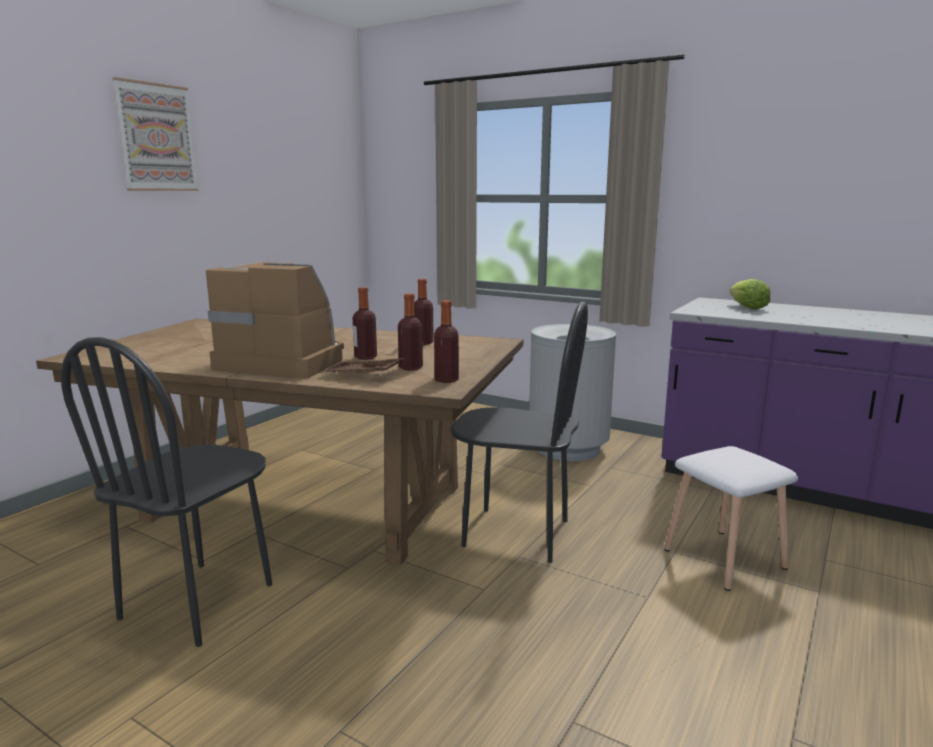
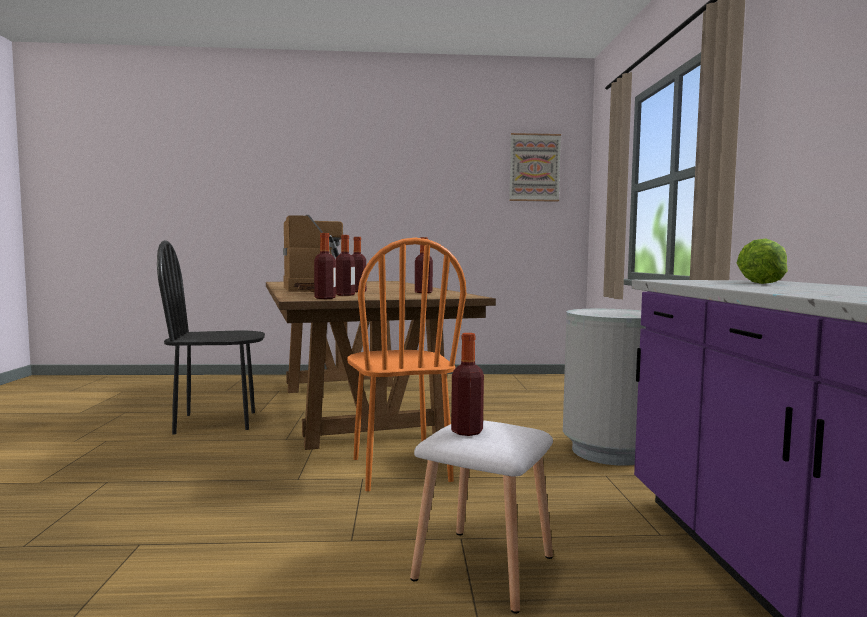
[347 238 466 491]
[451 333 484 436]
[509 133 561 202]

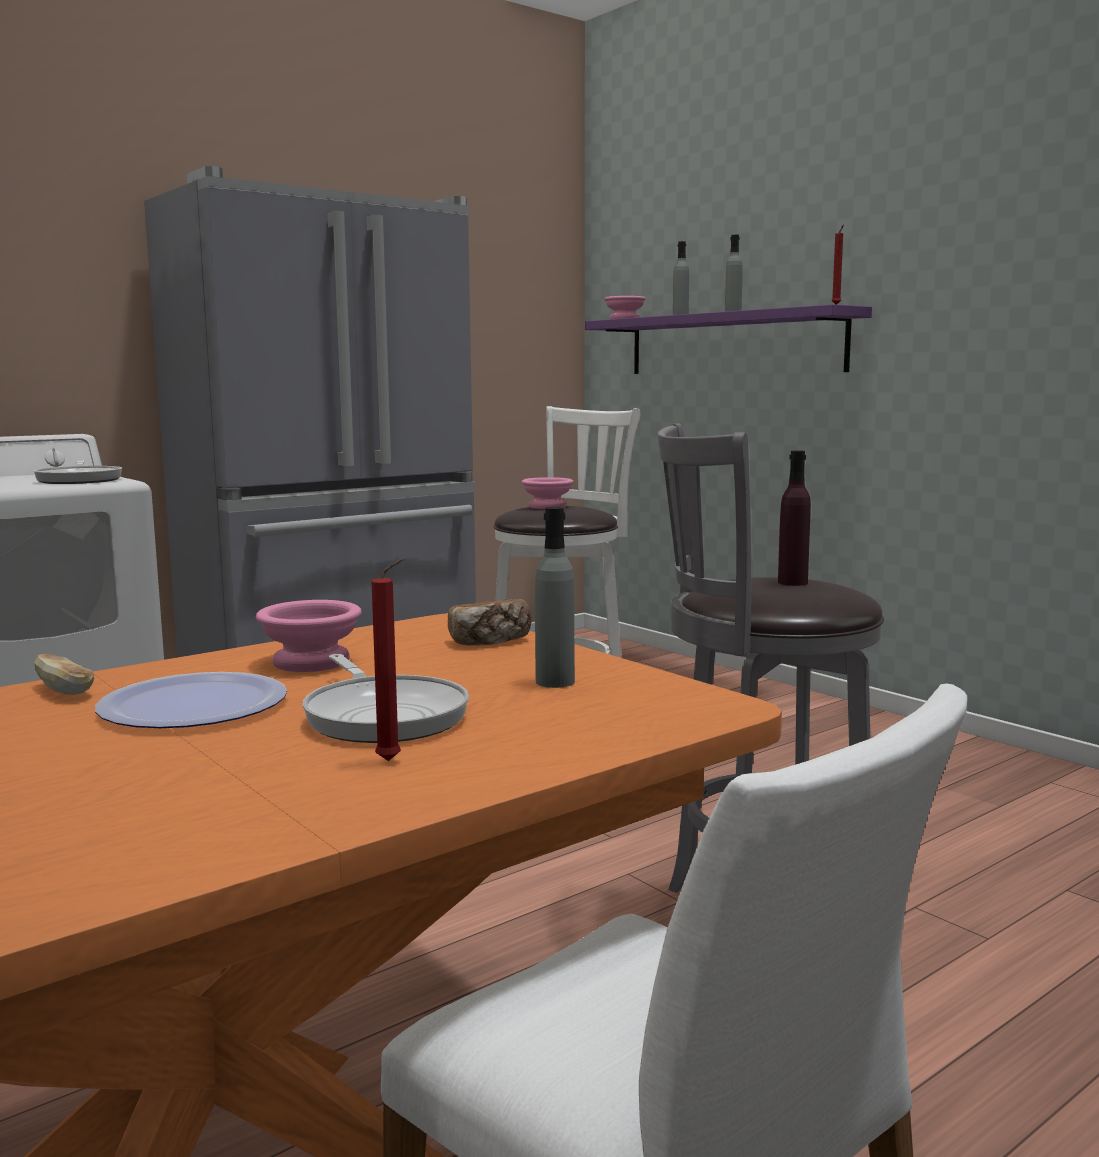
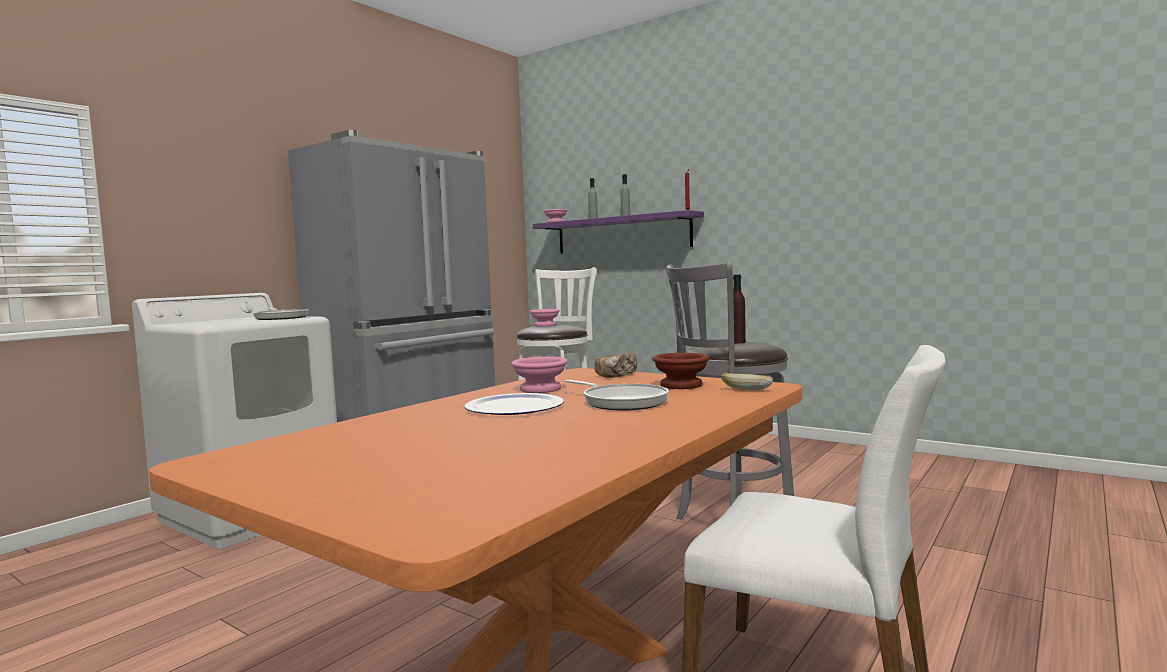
[652 353 710 389]
[721 373 773 391]
[371 559 404 761] (first image)

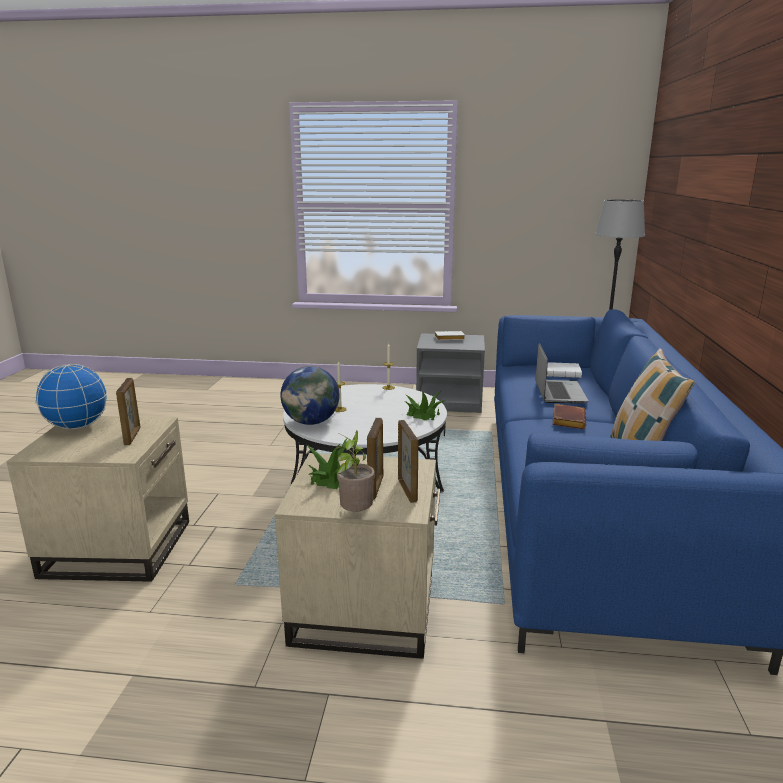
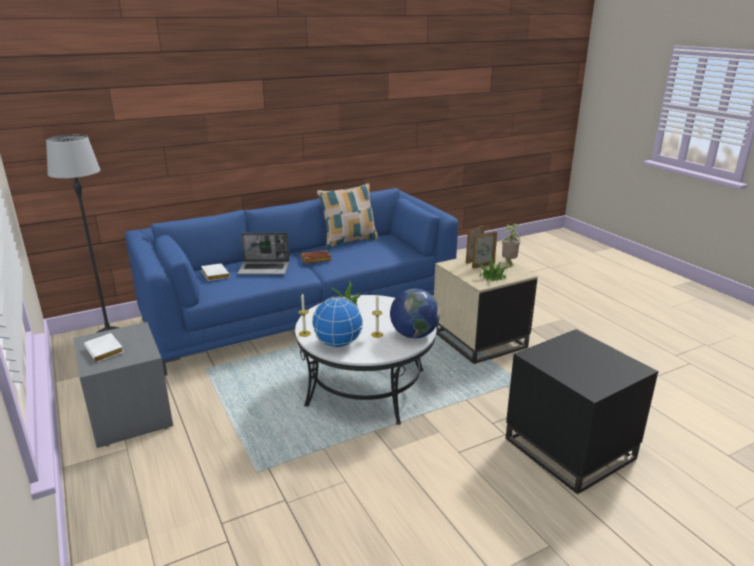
[238 233 289 275]
[312 297 363 348]
[506 329 659 494]
[116 378 141 445] (first image)

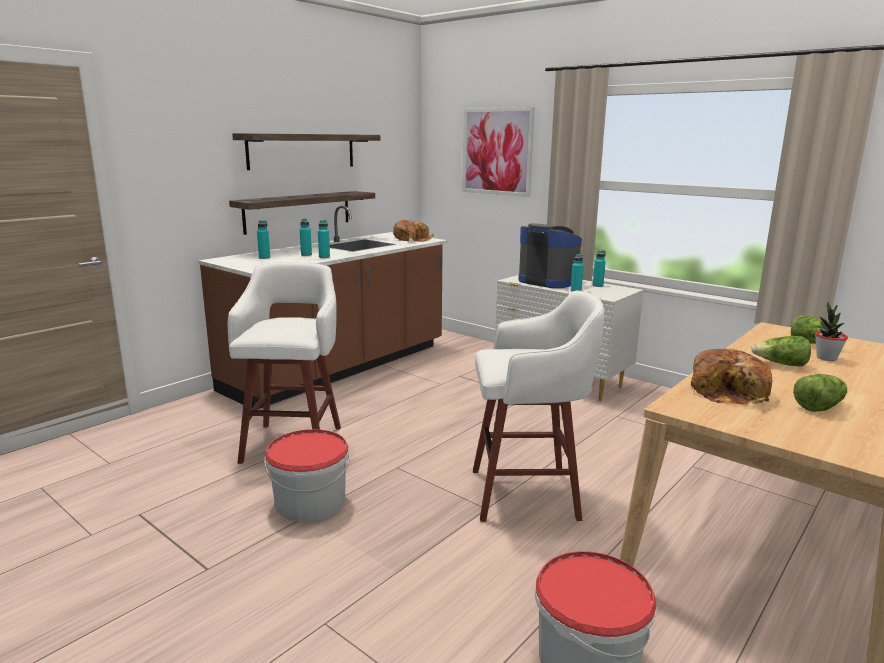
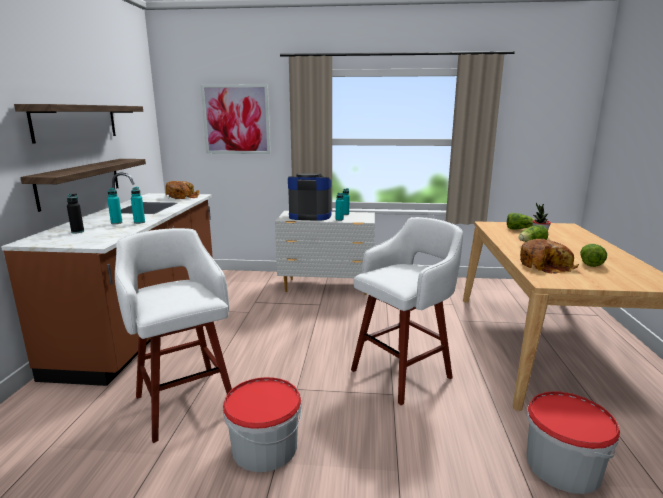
[67 194 84 233]

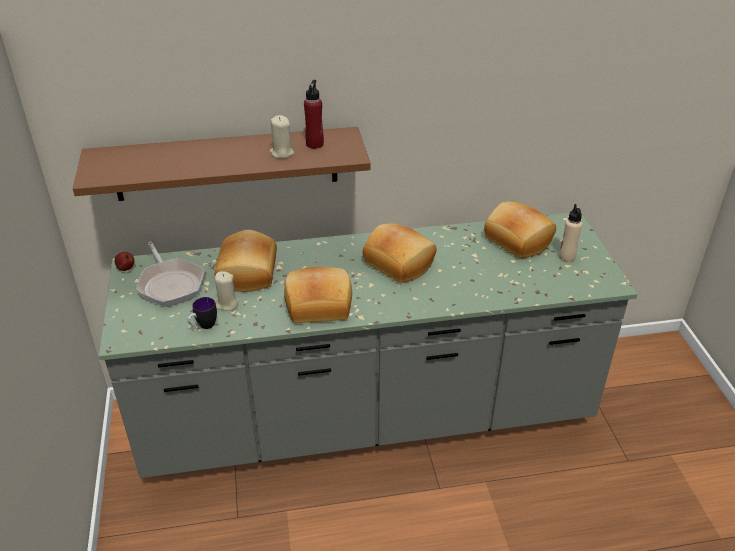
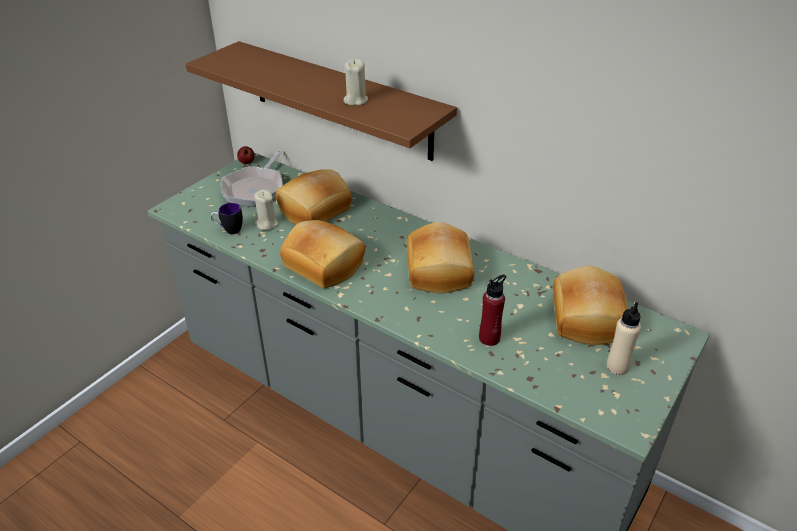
[479 275 506 346]

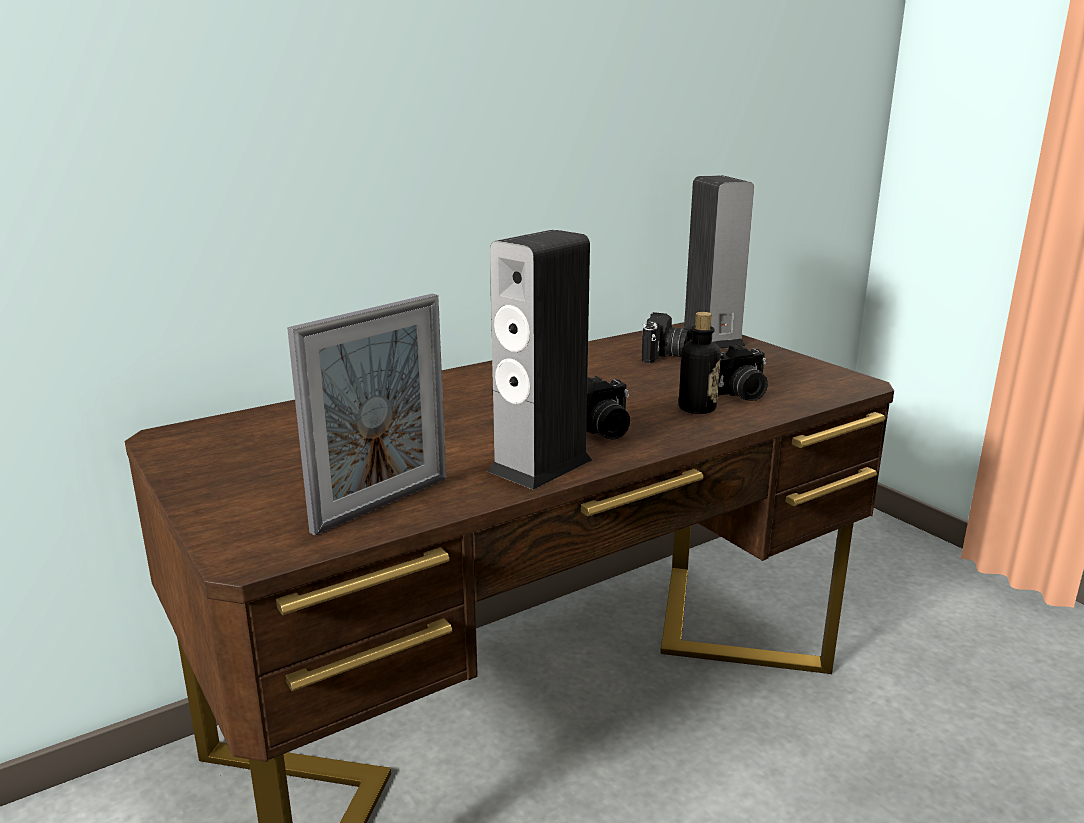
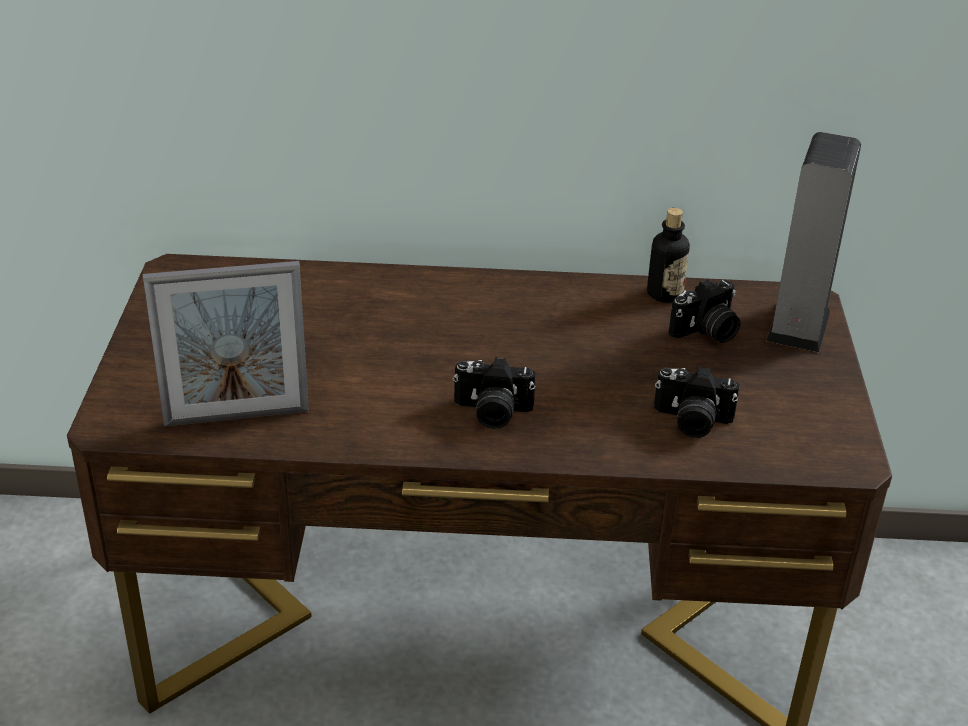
[647 208 690 303]
[488 230 592 490] (first image)

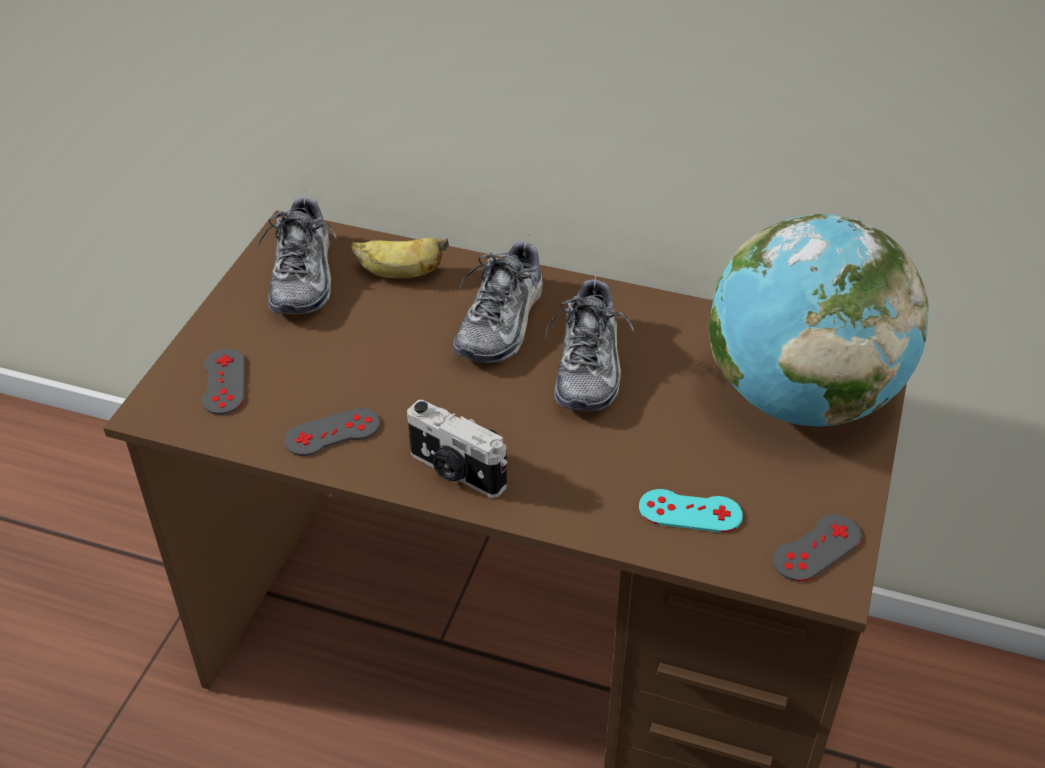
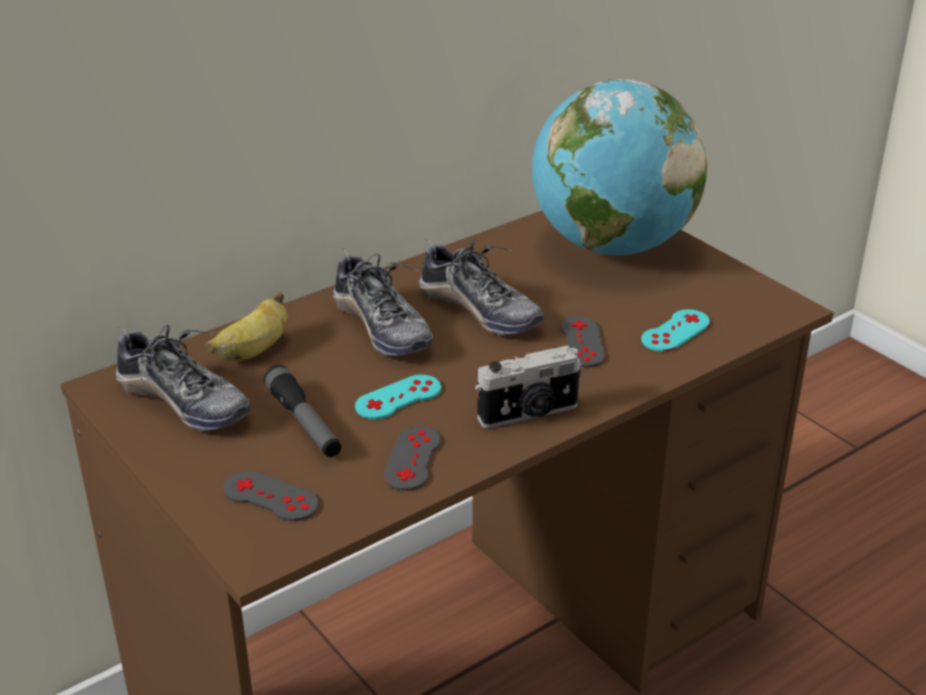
[263 365 341 457]
[355 375 441 419]
[560 316 606 367]

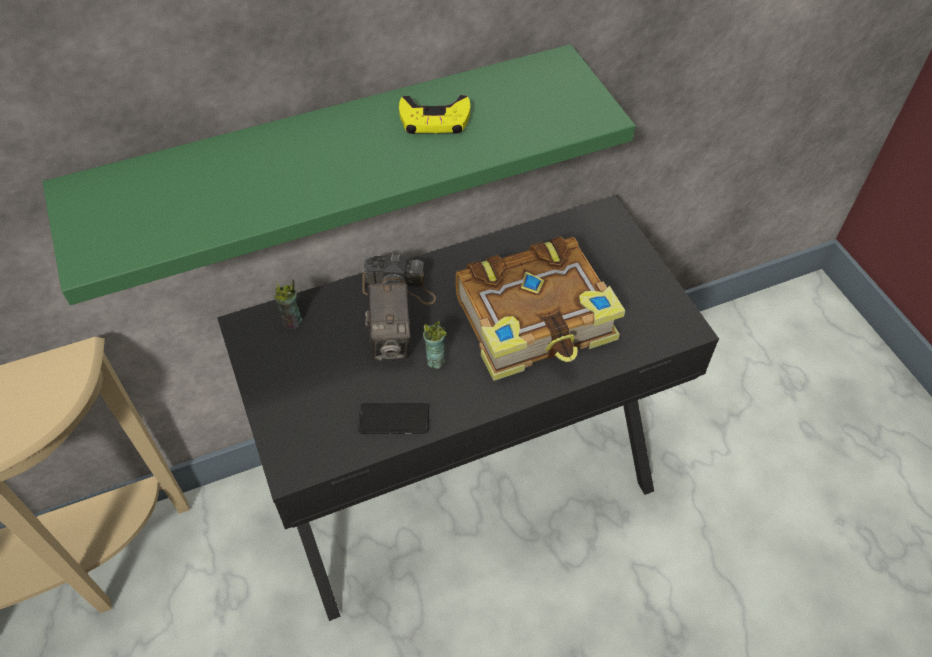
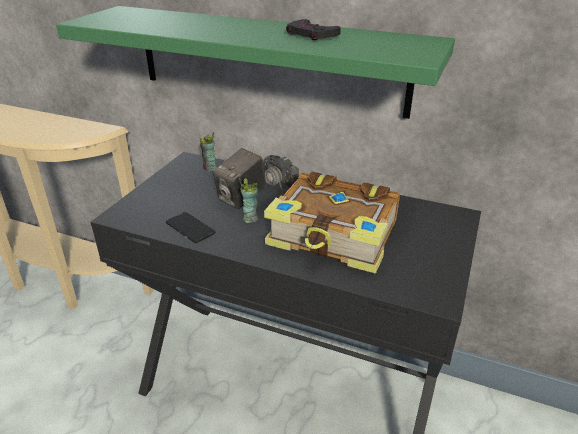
[286 19 341 40]

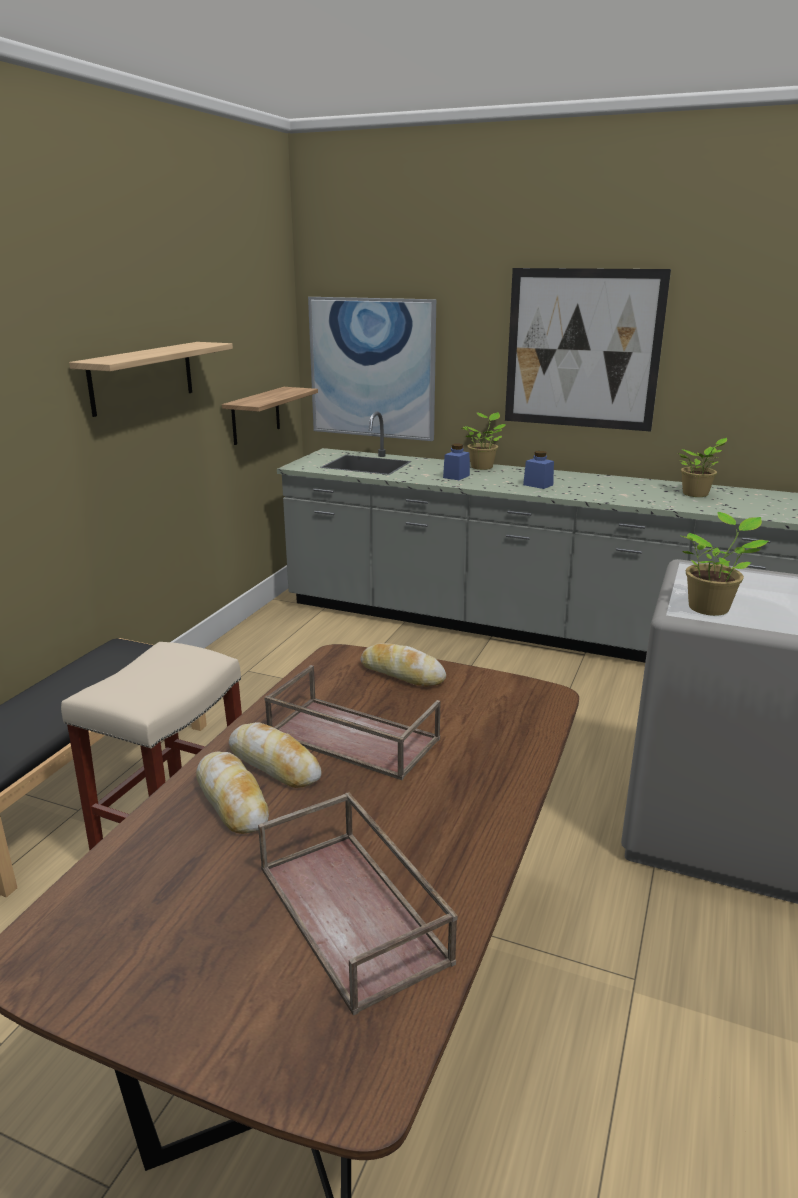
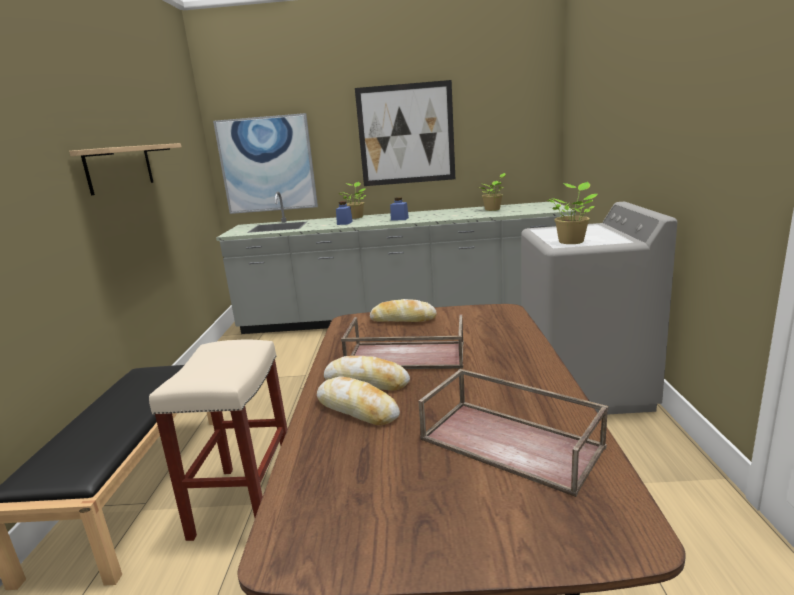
[222 387 318 445] (first image)

